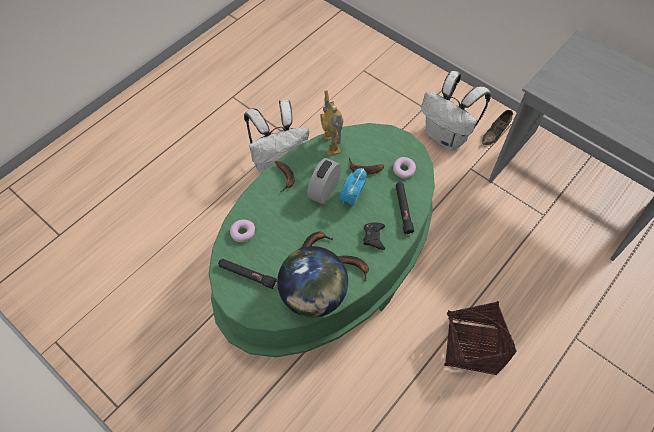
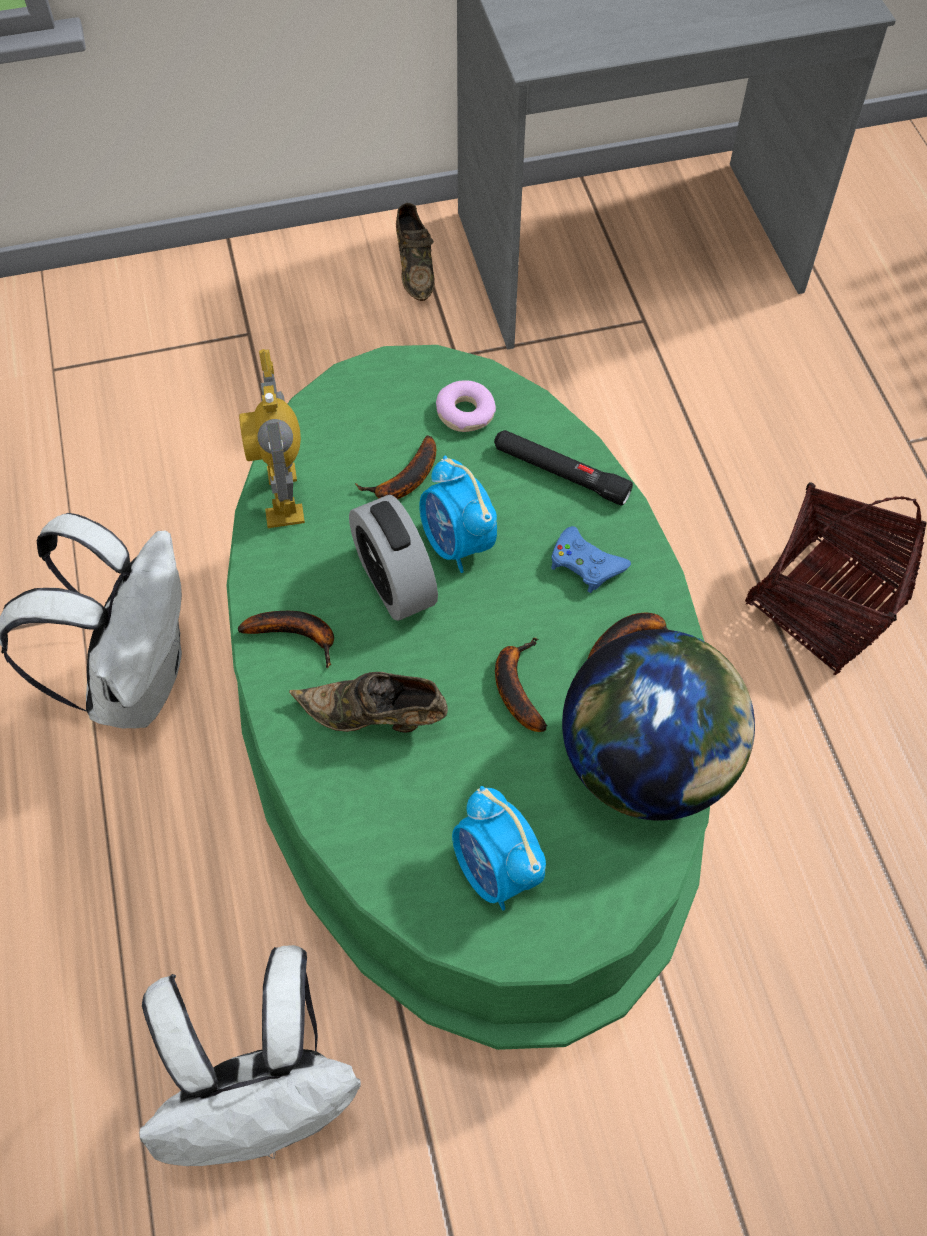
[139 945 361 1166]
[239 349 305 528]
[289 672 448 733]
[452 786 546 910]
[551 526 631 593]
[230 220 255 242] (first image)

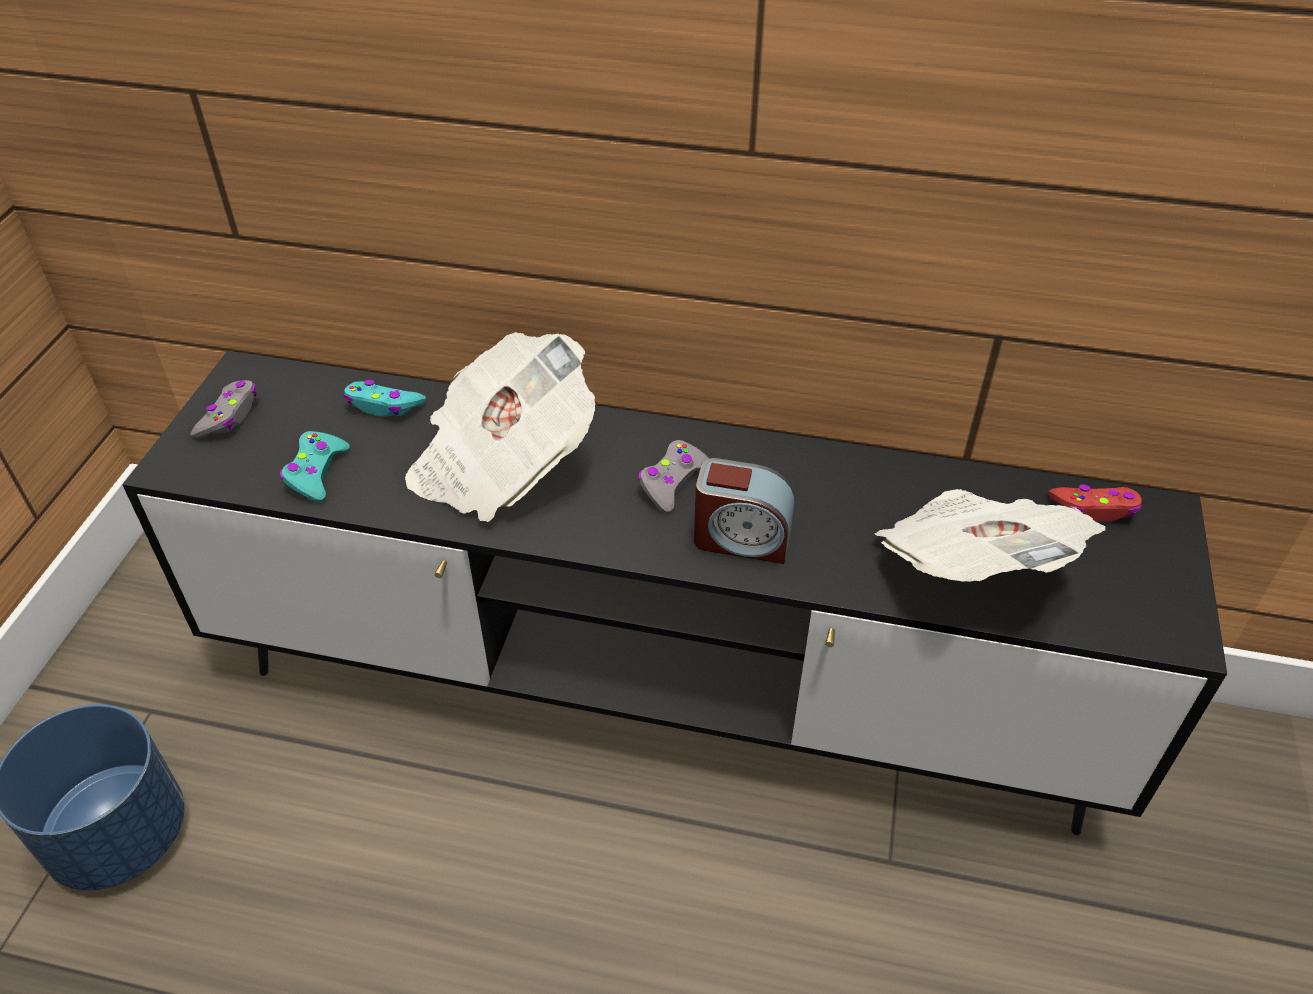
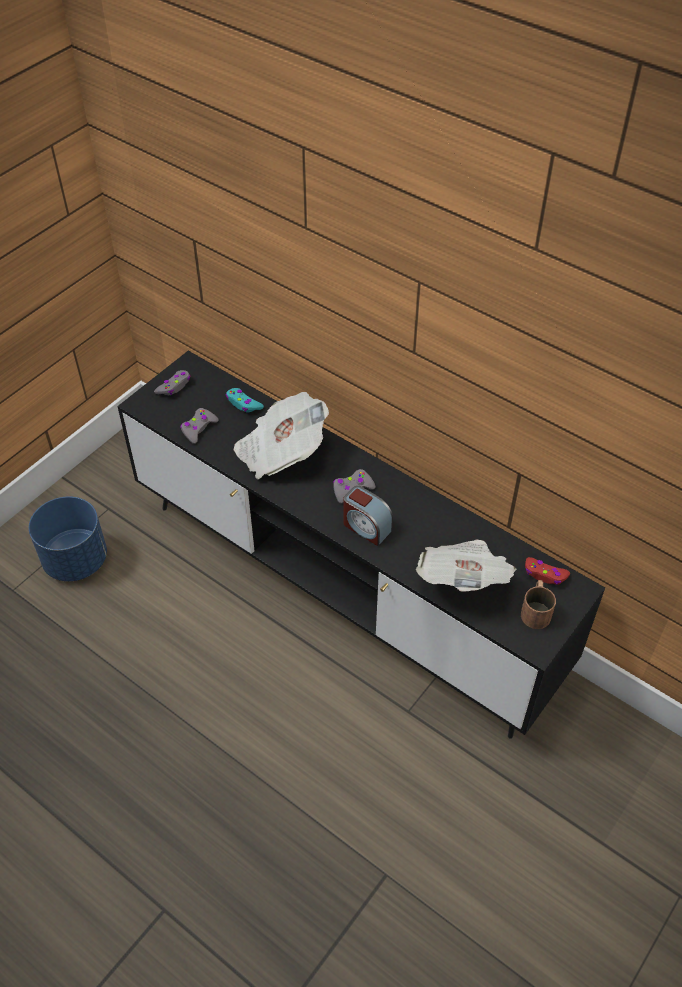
[180 408 219 444]
[521 580 556 629]

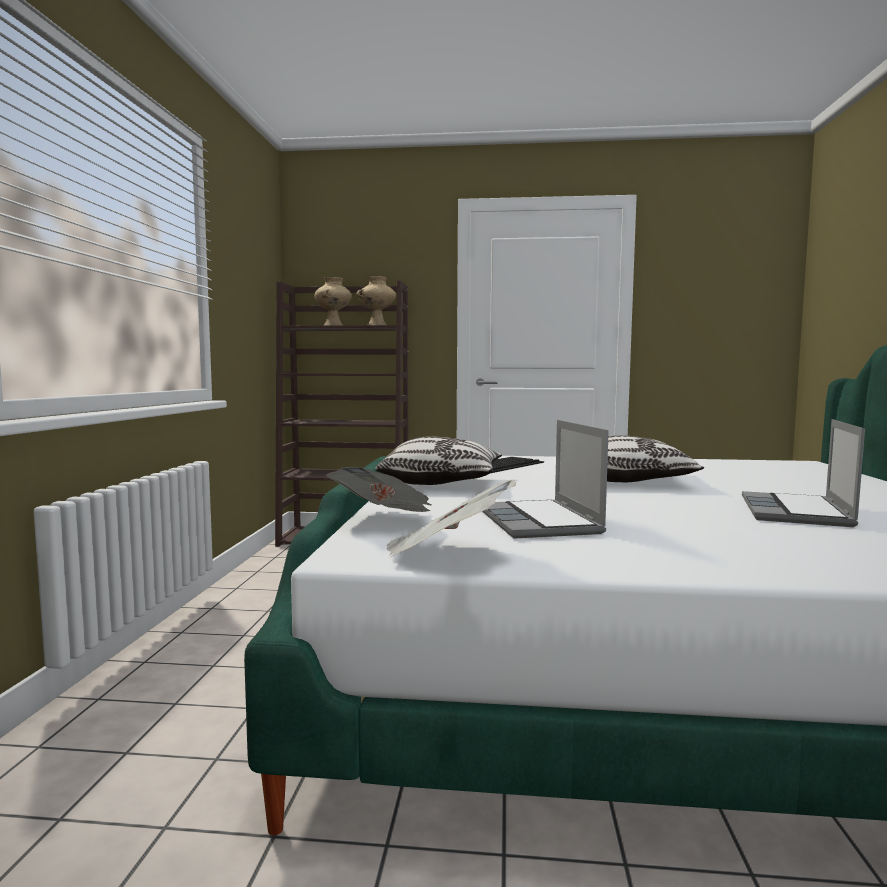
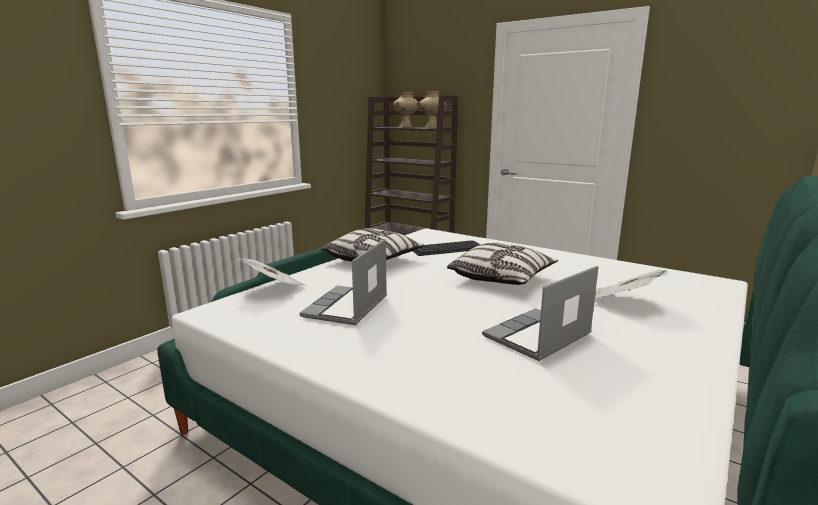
[595 269 668 299]

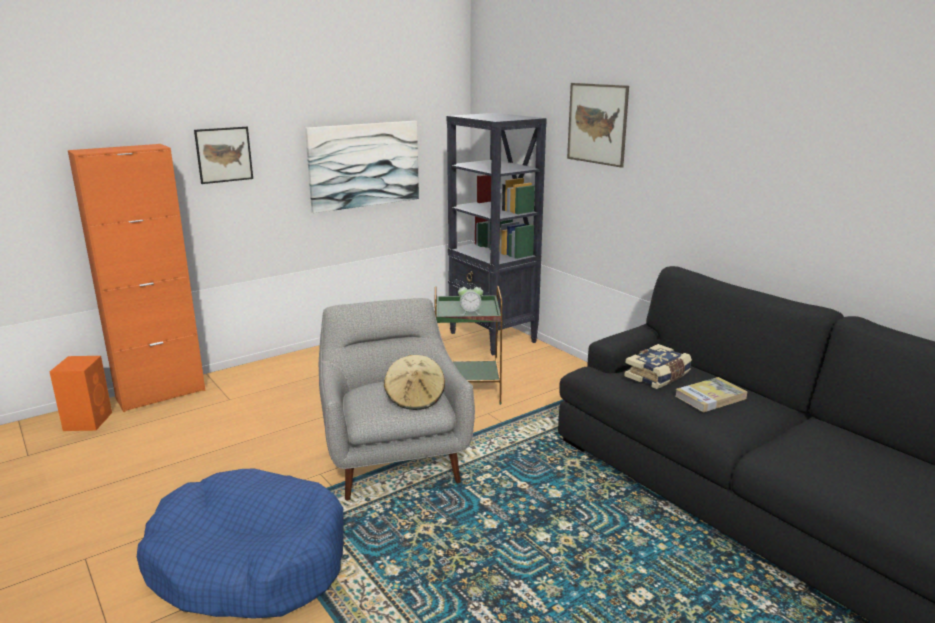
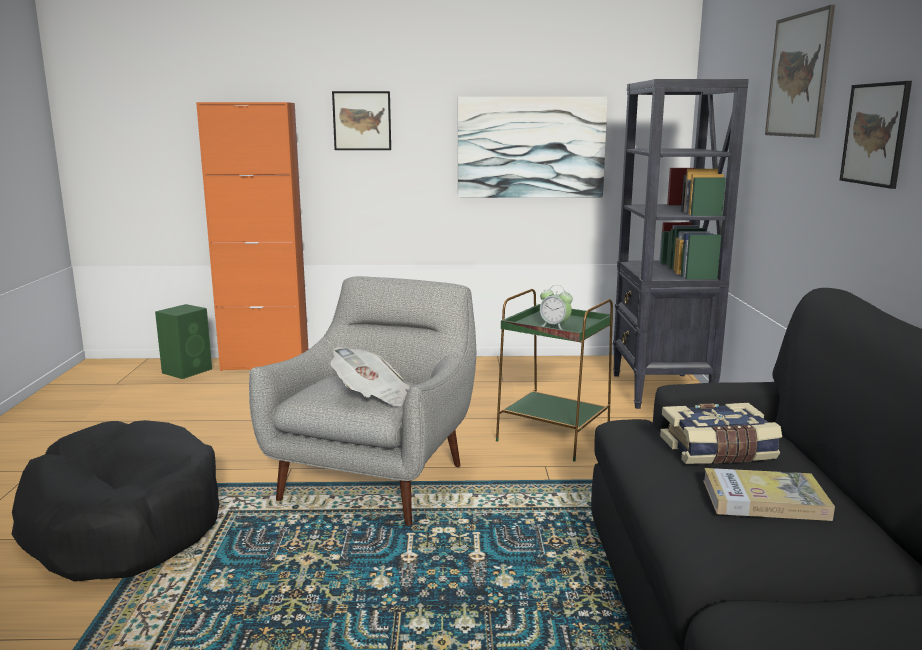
[11 420 219 582]
[155 304 212 379]
[330 347 410 406]
[840 81 912 189]

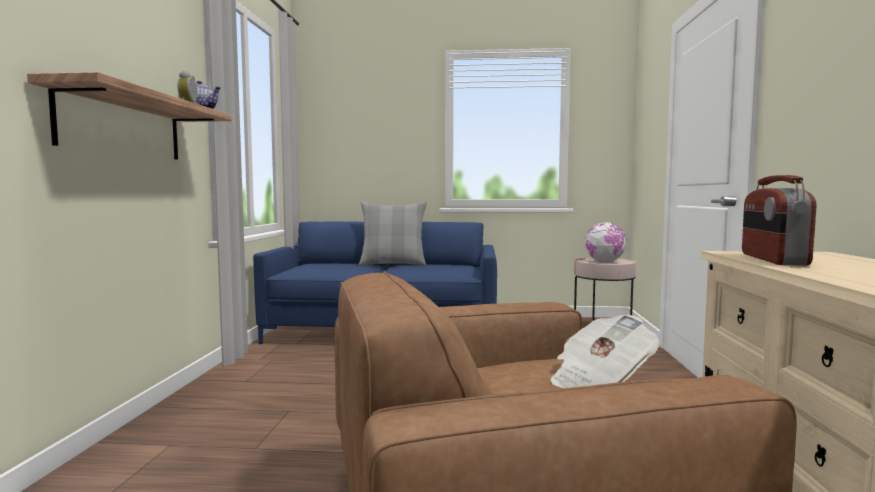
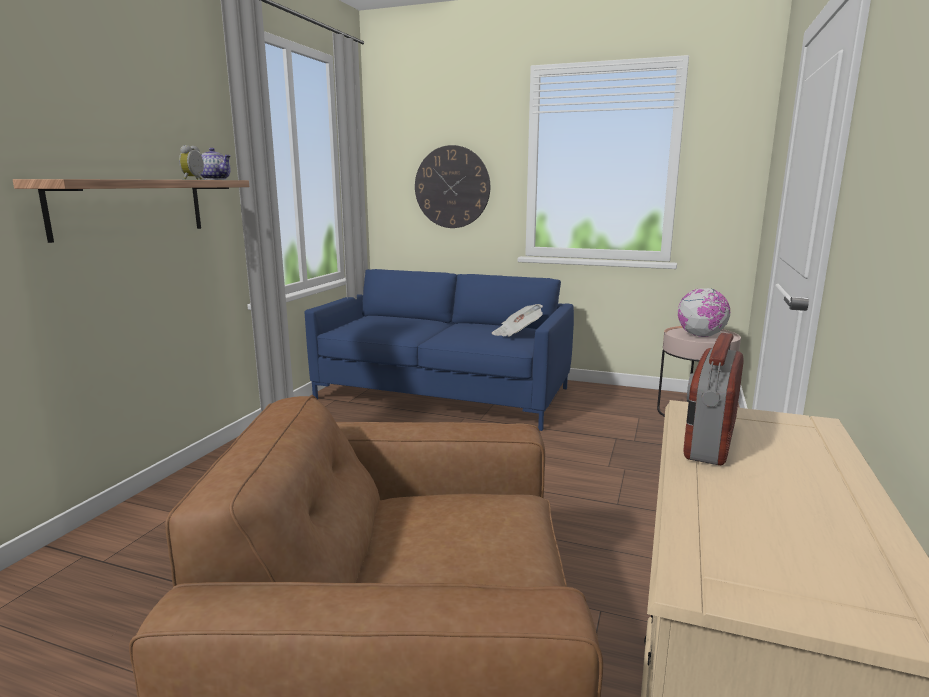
[415 145 490 228]
[492 304 543 337]
[359 202 427 266] (first image)

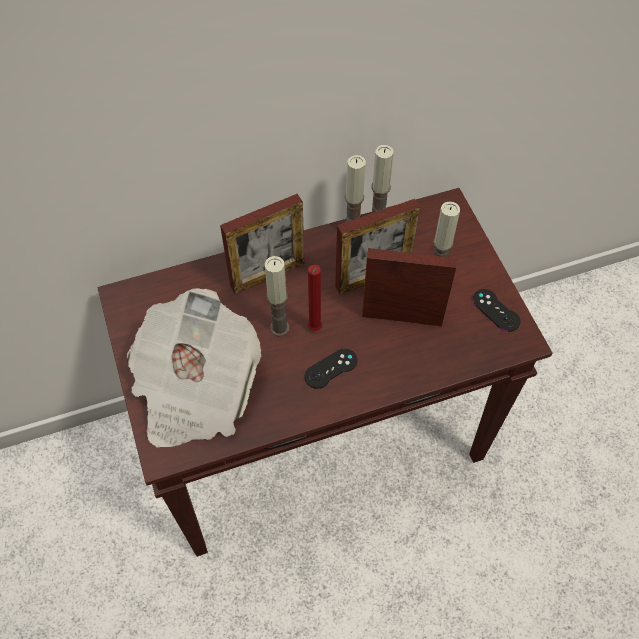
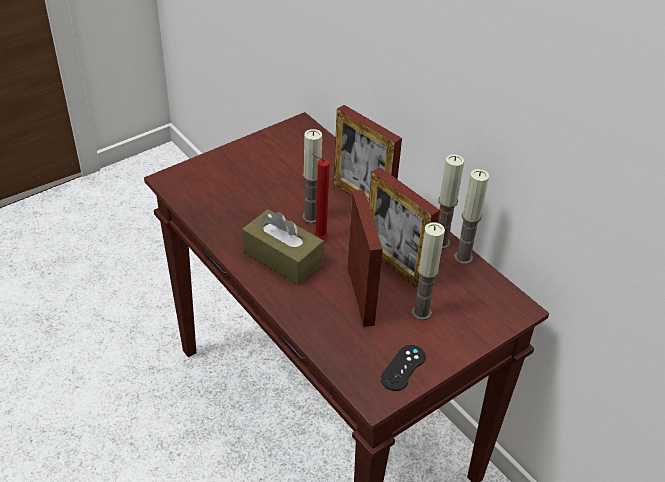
[242 209 324 285]
[127 288 261 448] (first image)

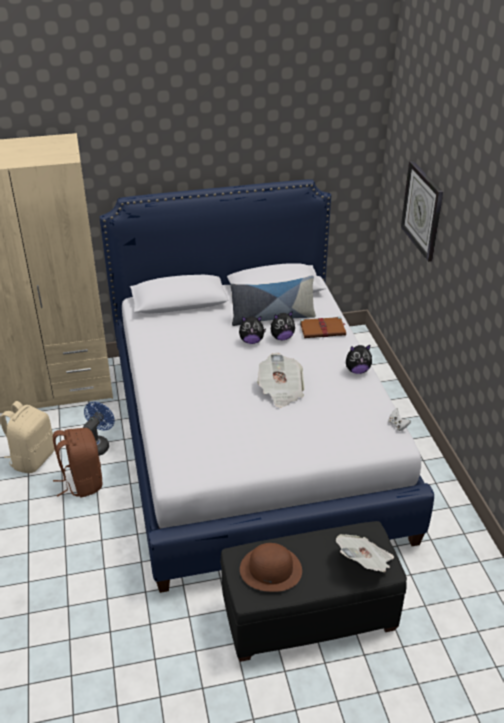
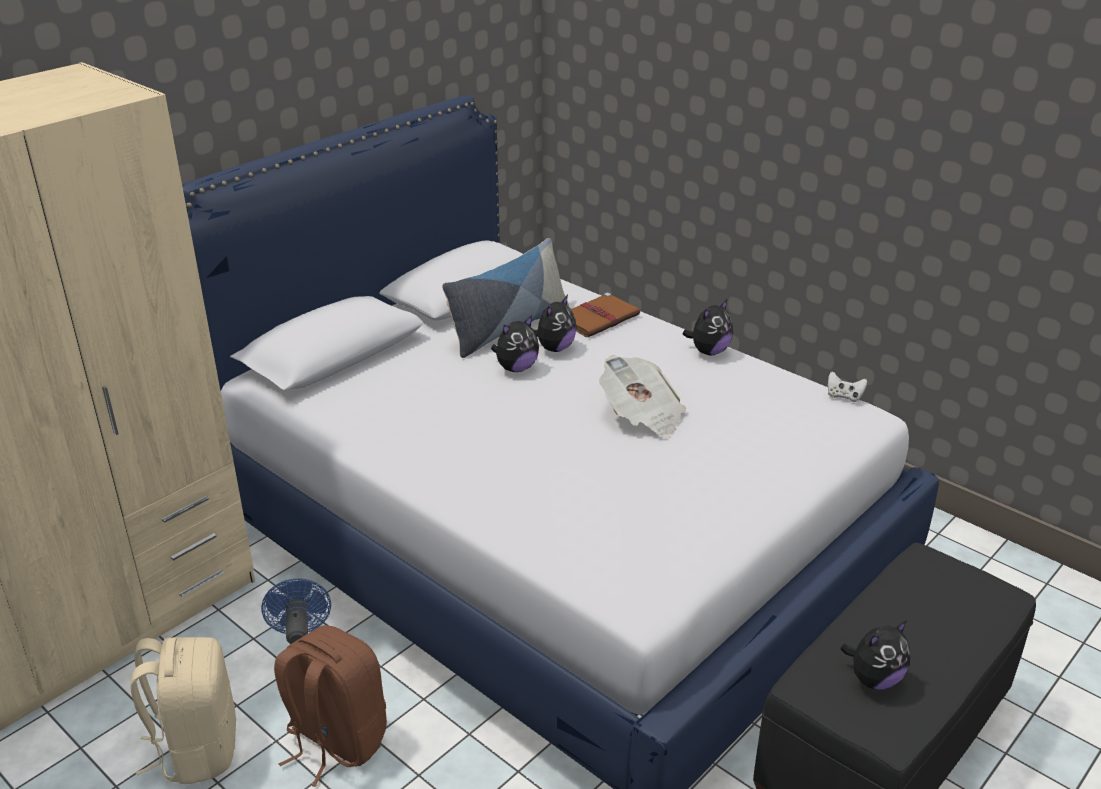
[841 620 910 689]
[336 534 394 572] (first image)
[401 161 443 262] (first image)

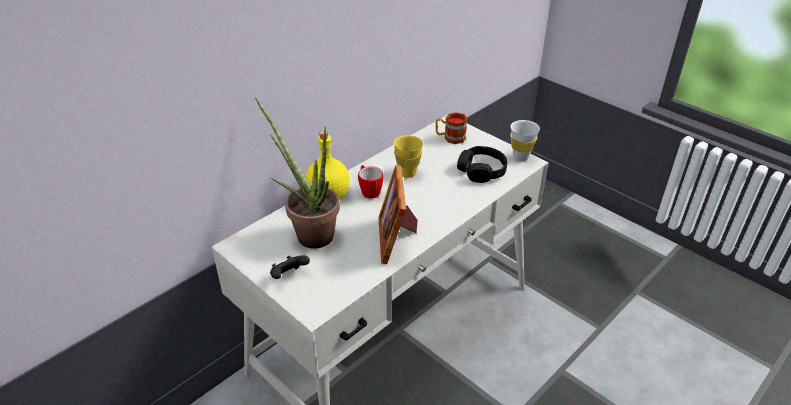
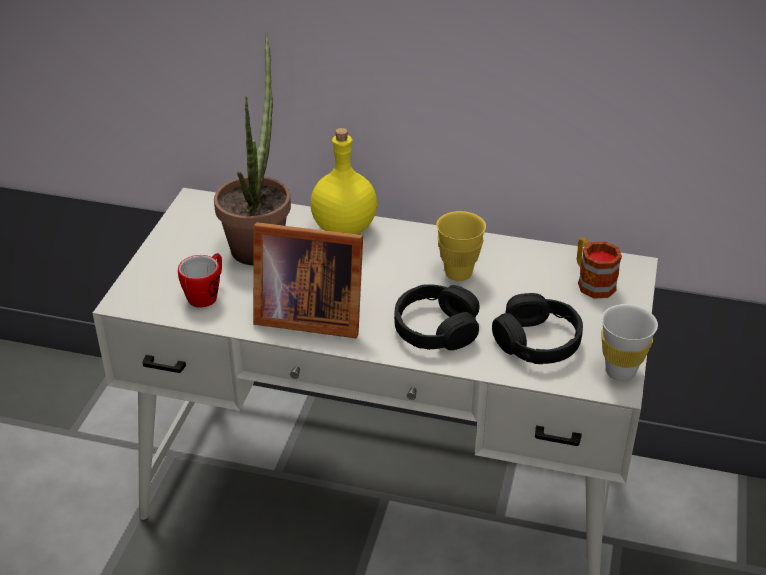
[178 253 222 308]
[253 222 363 338]
[394 284 479 350]
[270 255 310 279] (first image)

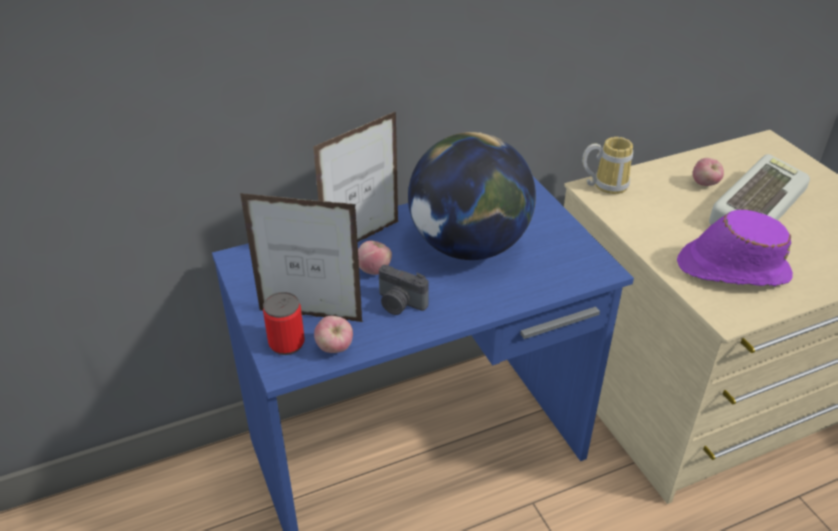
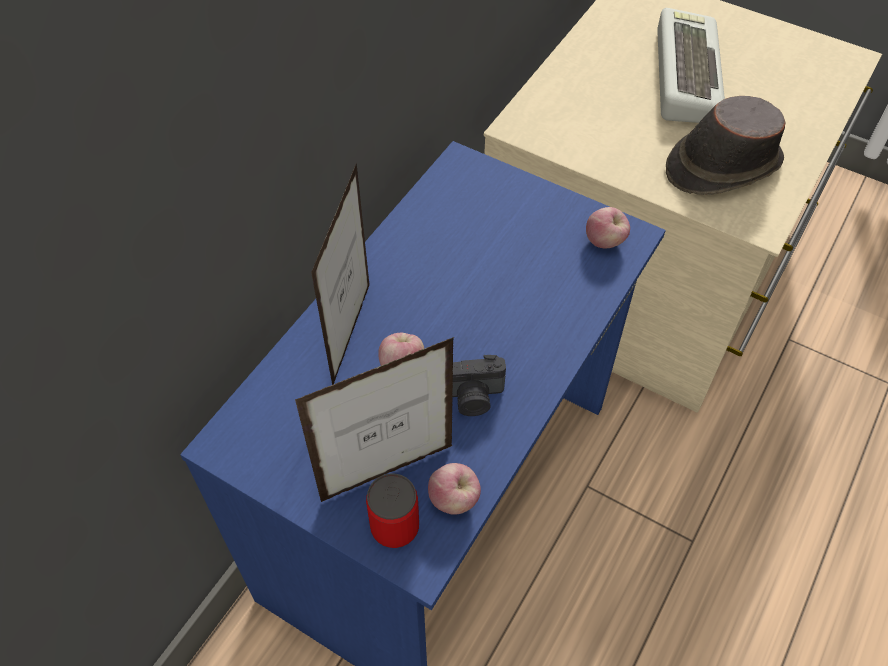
[586 207 630 248]
[666 96 785 195]
[408 132 536 260] (first image)
[582 137 633 194] (first image)

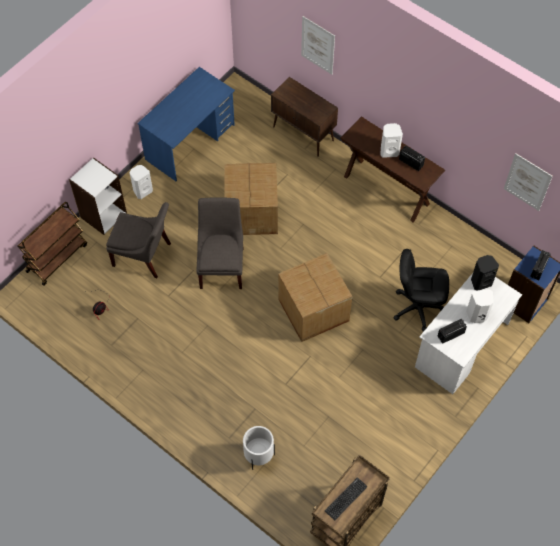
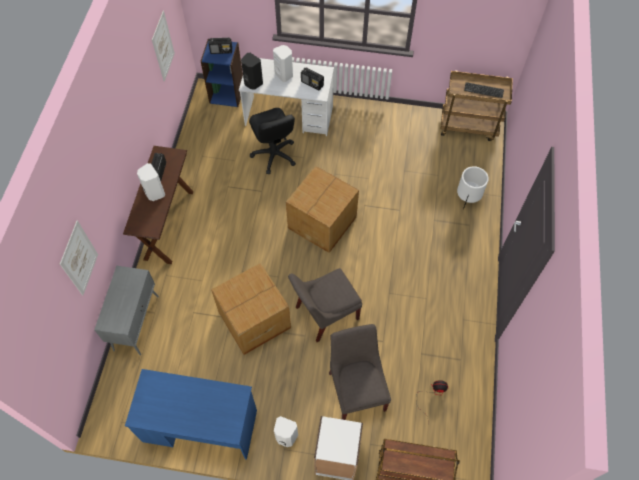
[94 265 159 356]

